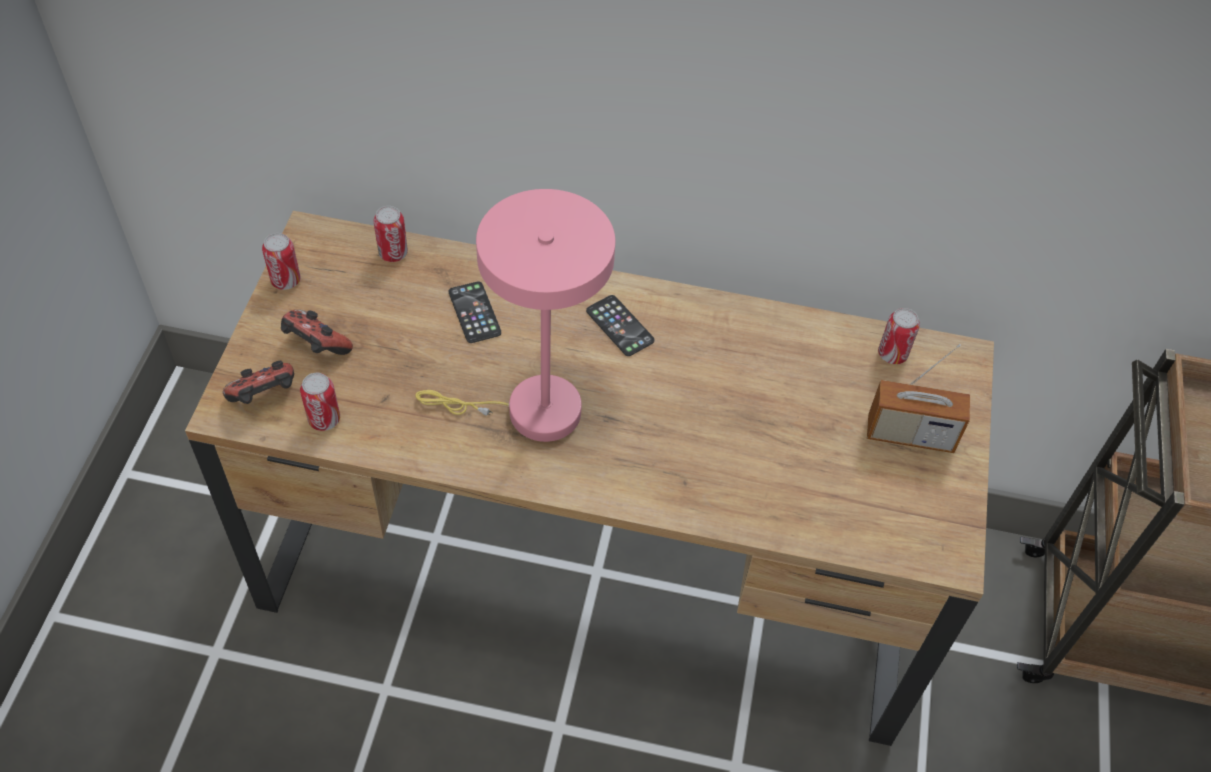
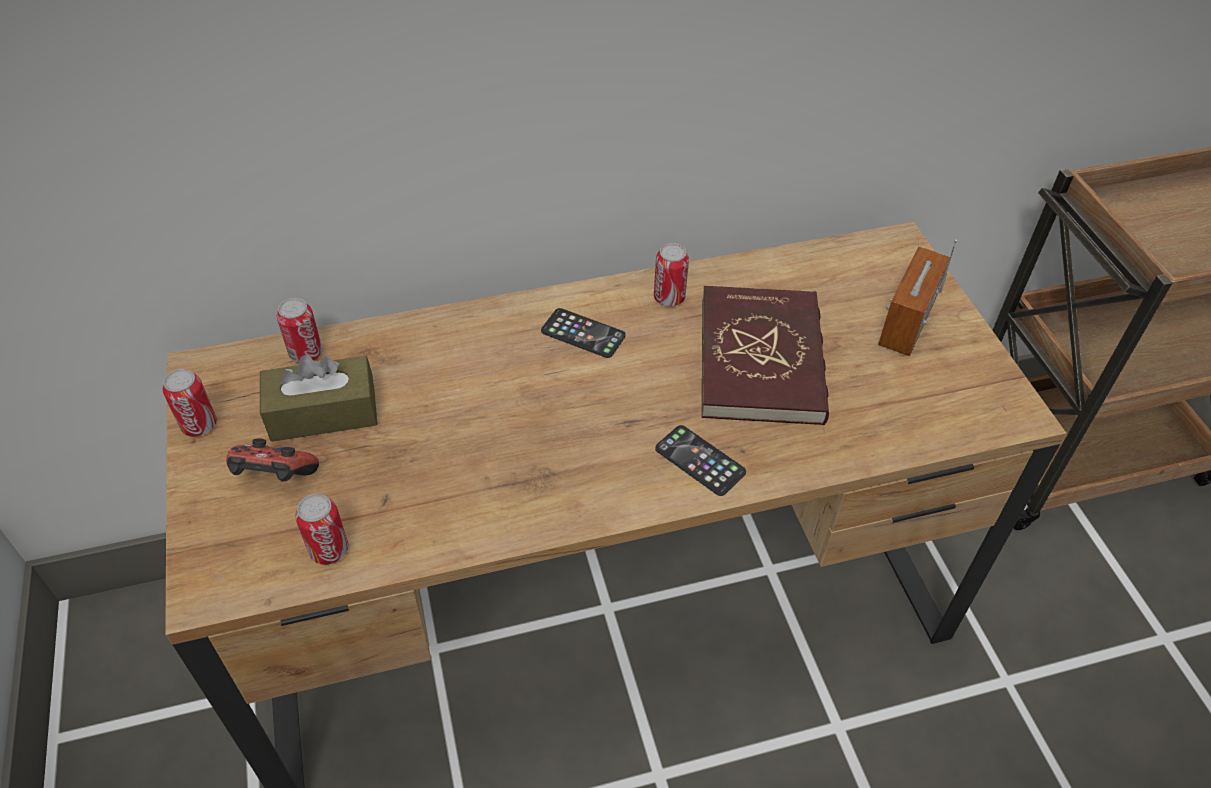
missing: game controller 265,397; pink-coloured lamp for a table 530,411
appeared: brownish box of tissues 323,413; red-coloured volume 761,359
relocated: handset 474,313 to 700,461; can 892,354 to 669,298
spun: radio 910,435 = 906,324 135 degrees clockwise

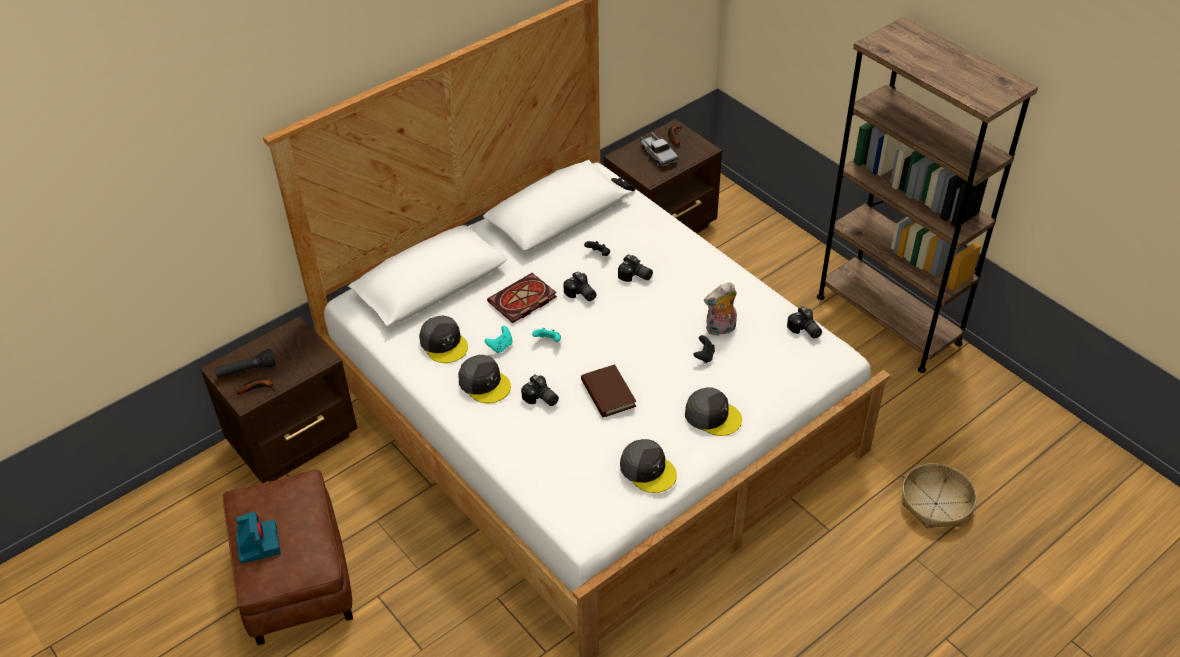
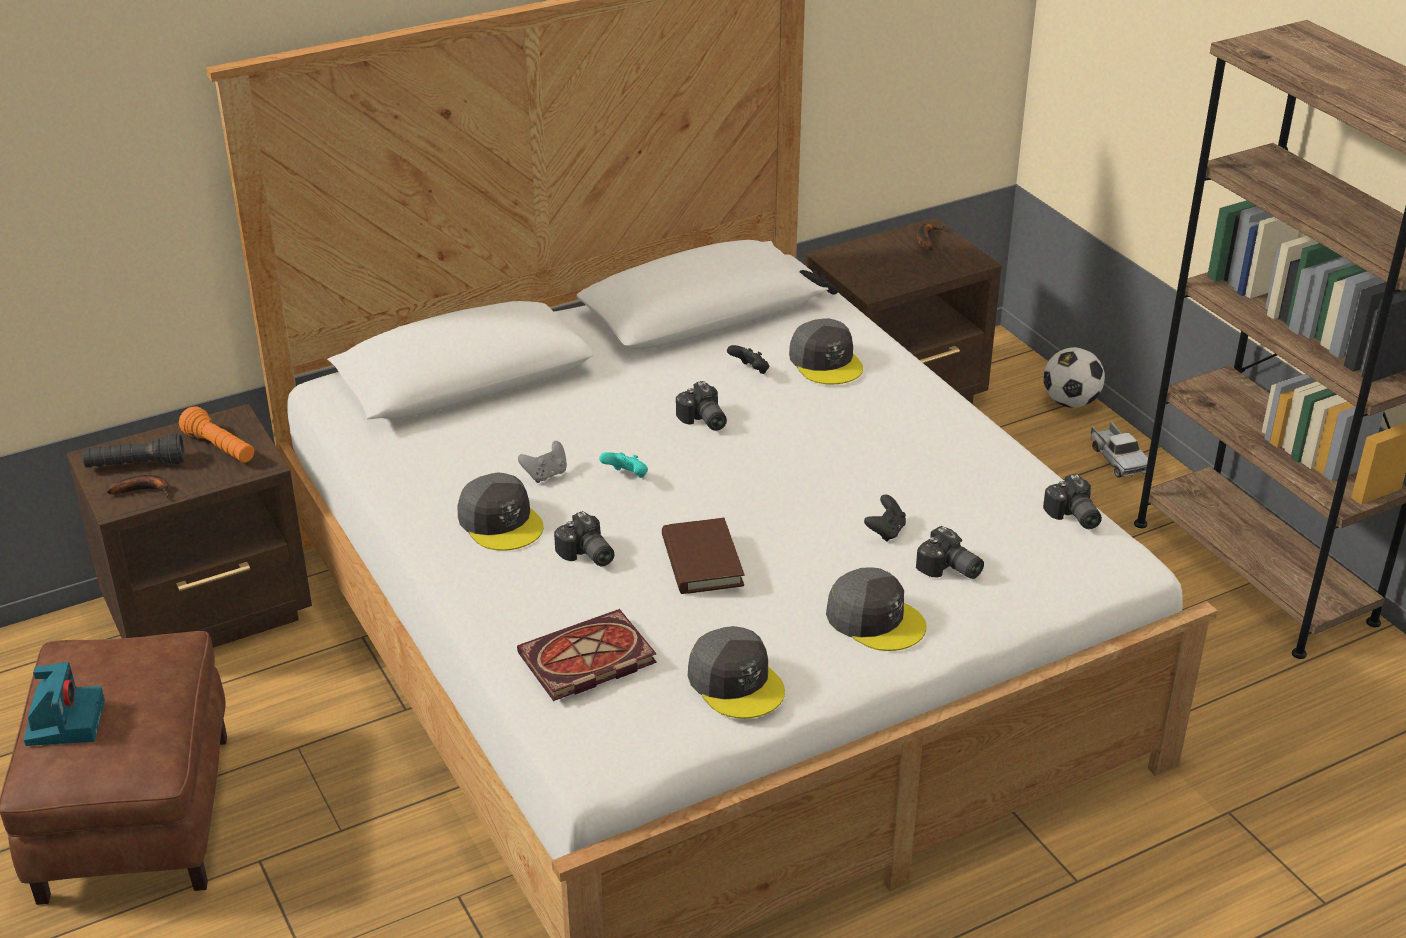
missing: soft toy 720,330; household basket 935,503
appeared: orange torch 220,448; football ball 1070,402
relocated: grey baseball cap 444,343 to 826,361; volume 522,301 to 585,661; still camera 635,276 to 949,570; toy lorry 657,155 to 1117,459
colour: blue-green game controller 500,346 to grey game controller 545,475

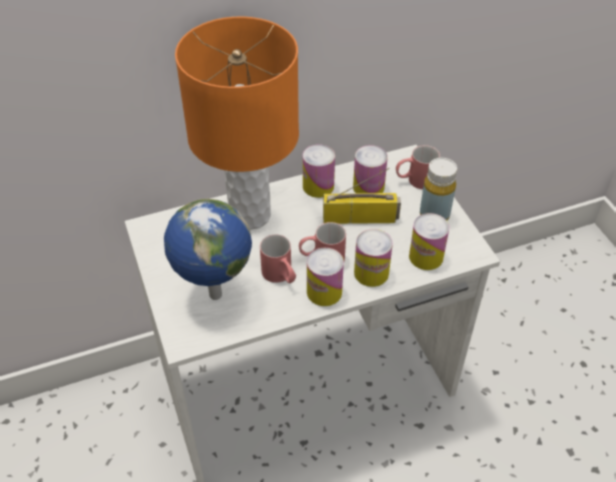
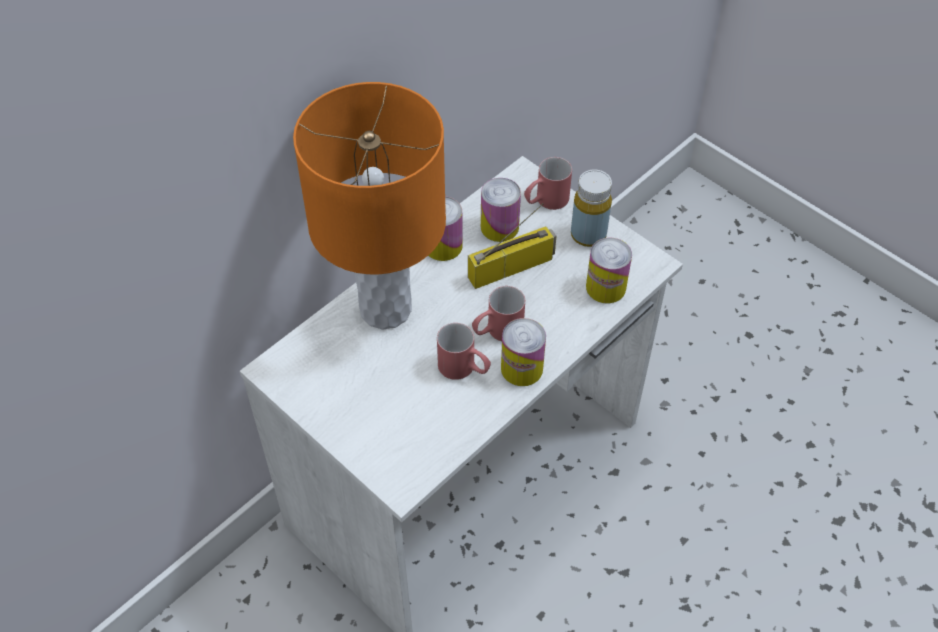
missing: globe 214,295; can 371,273

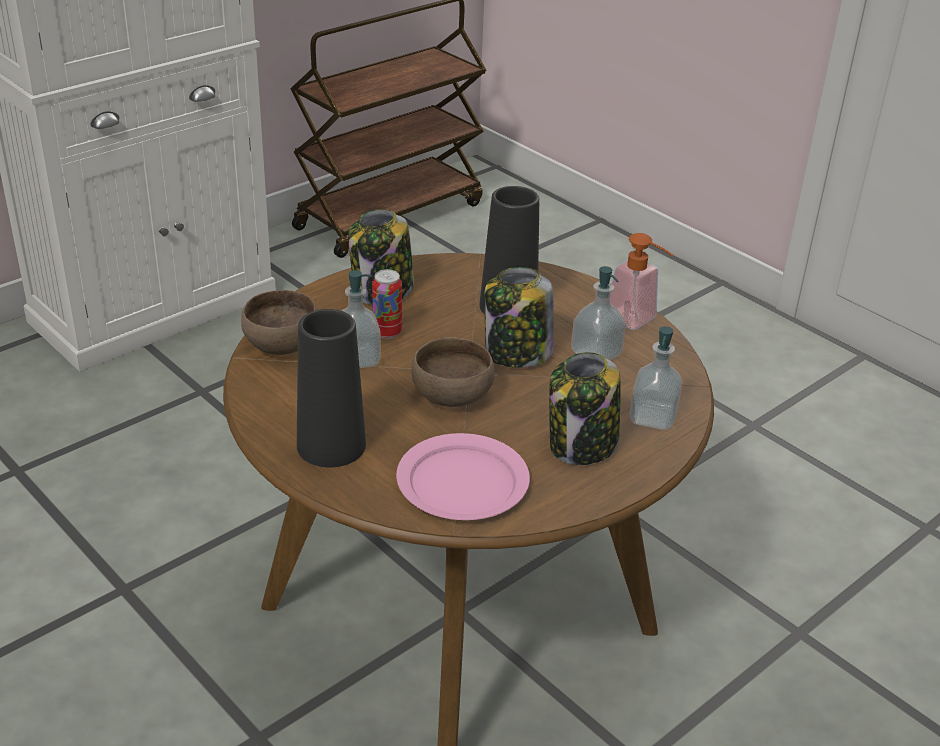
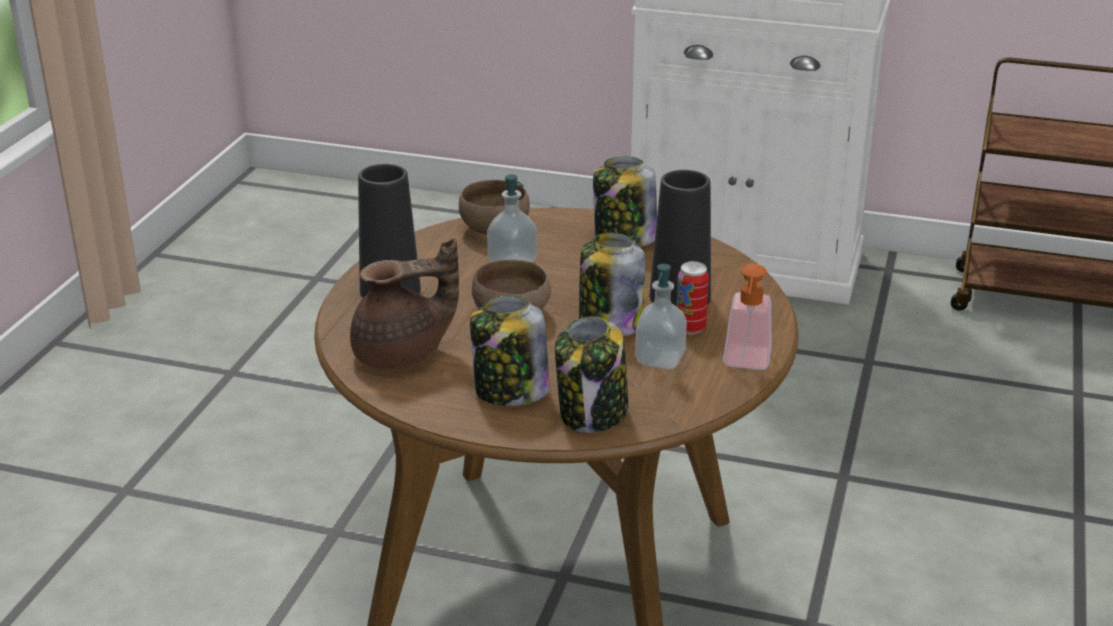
relocated: can 387,332 to 690,328
exchanged: pink-coloured flat dish 463,482 to brownish pot for tea 402,355; liquid soap bottle 652,418 to jar 593,414

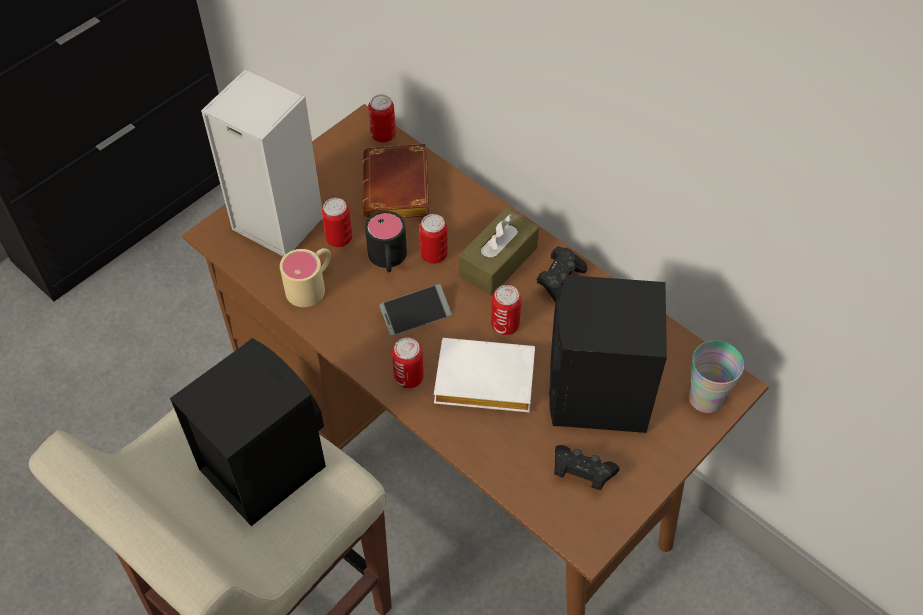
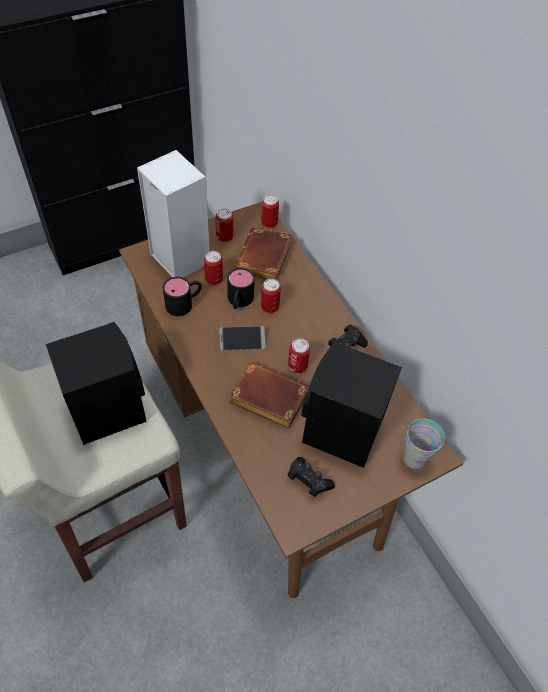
missing: brownish box of tissues 498,261
relocated: can 409,377 to 224,237
colour: sand-coloured mug 312,285 to black-coloured mug 184,303; white volume 481,382 to brownish volume 266,399

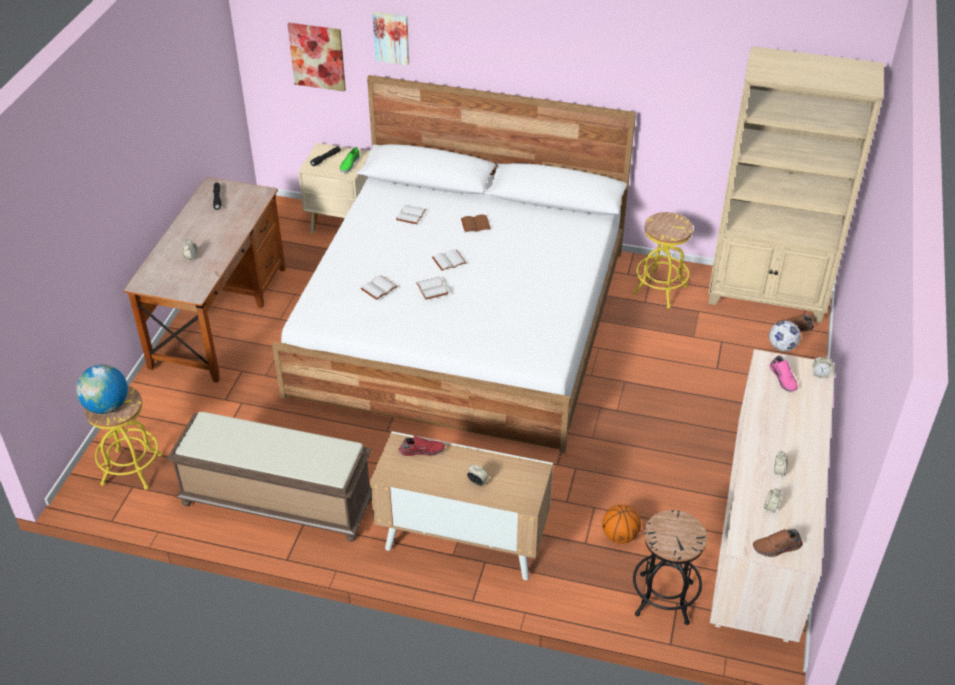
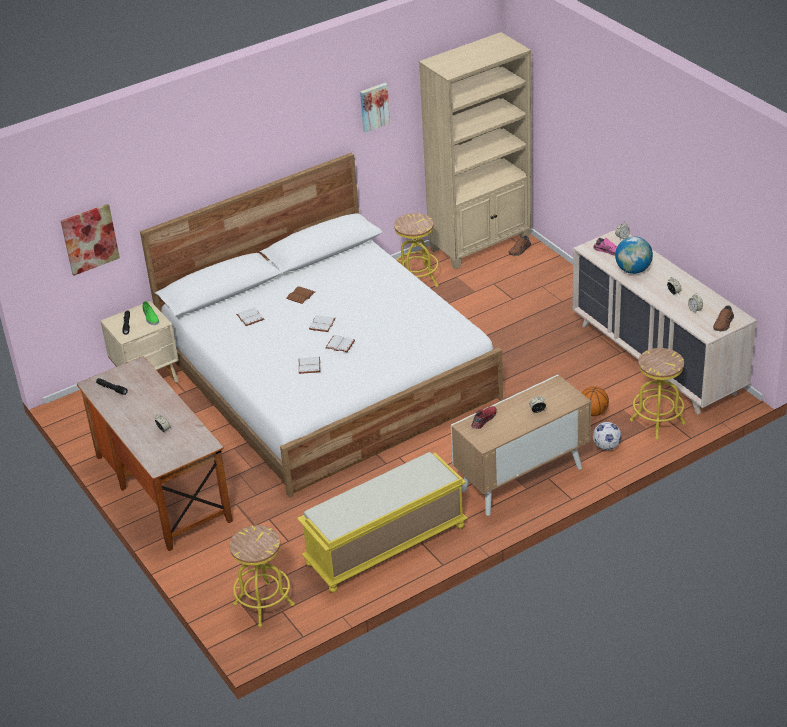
relocated: globe 107,406 to 633,270; wall art 391,37 to 374,106; football ball 782,347 to 606,446
colour: brownish bench 276,502 to yellow-coloured bench 385,546; black-coloured stool seat 664,598 to yellow-coloured stool seat 657,422

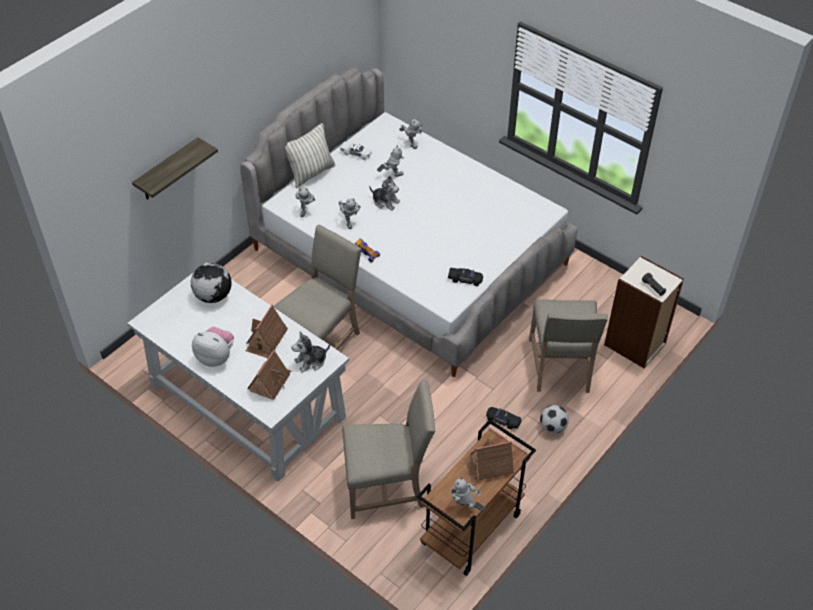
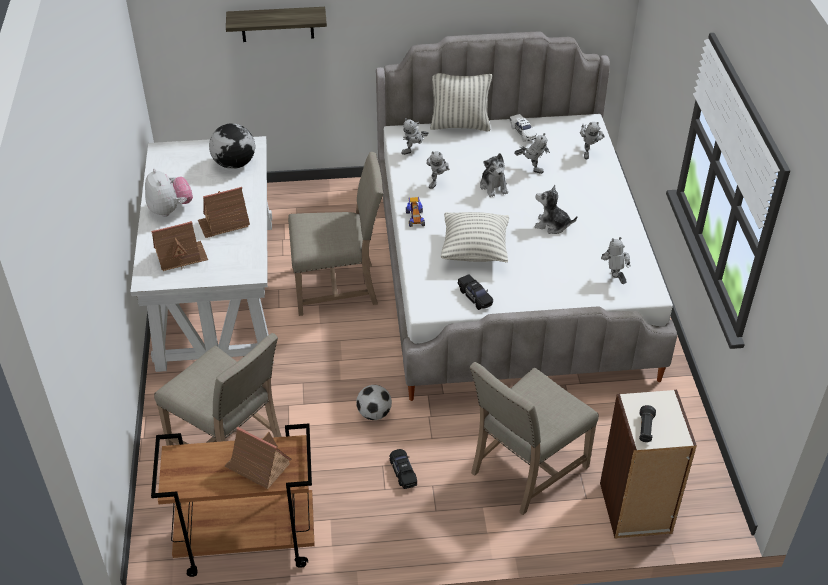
appeared: pillow 474,251
relocated: soft toy 311,361 to 552,225; model robot 465,508 to 614,280; football ball 552,427 to 374,413

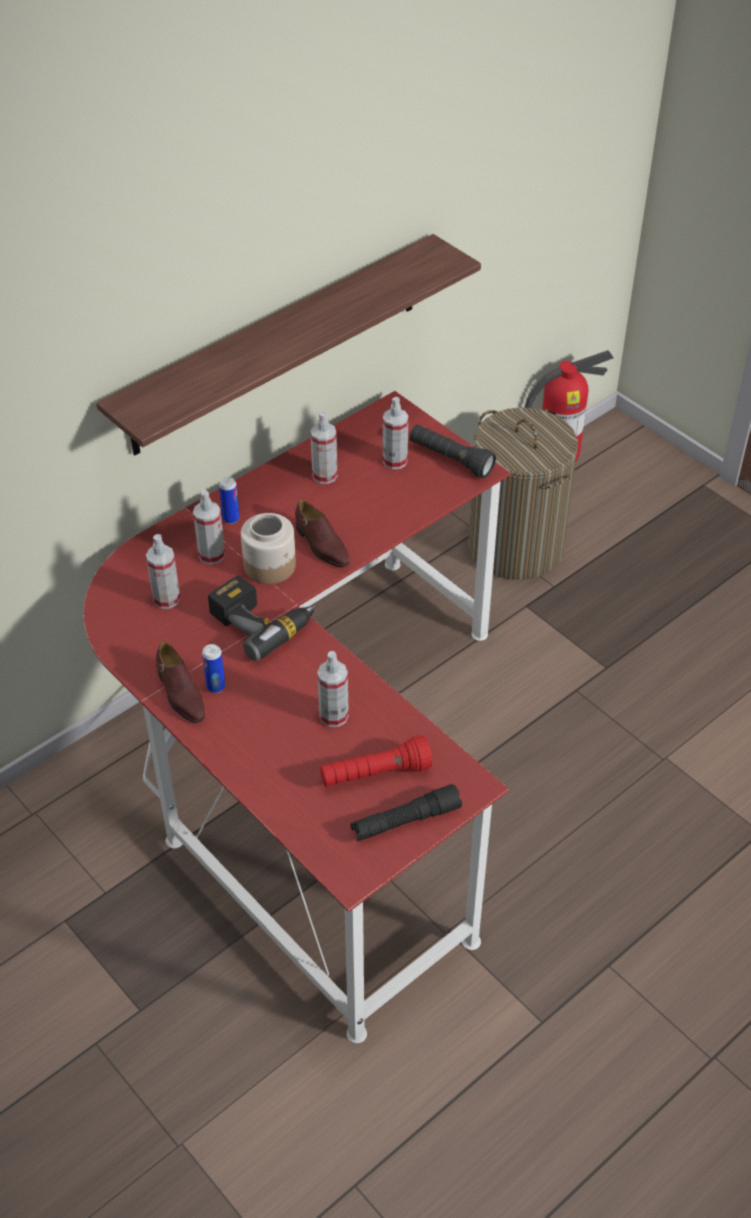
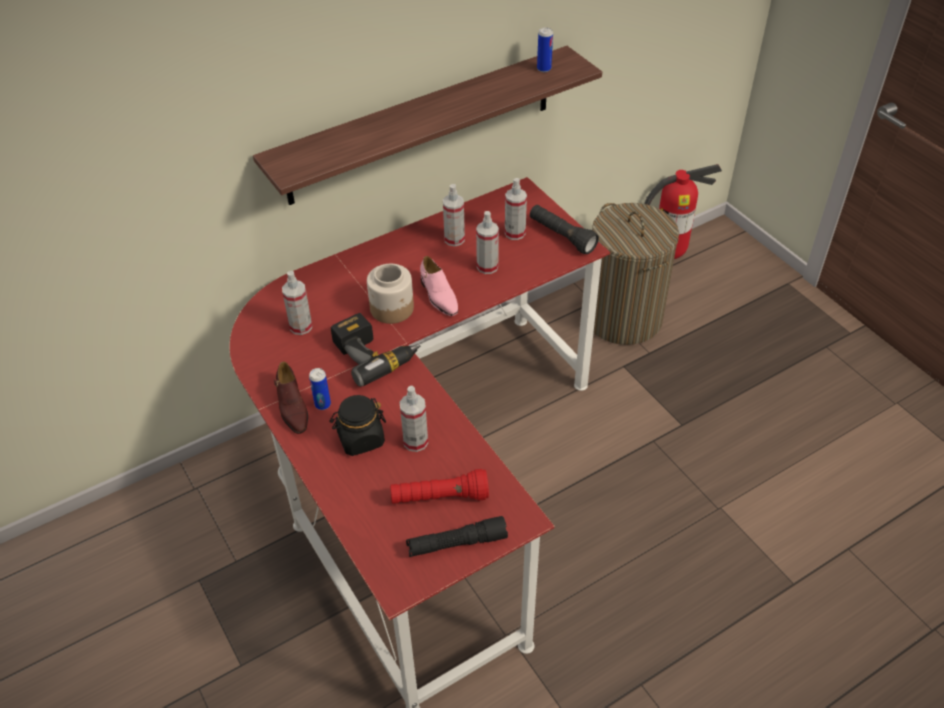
appeared: black-coloured jar 360,439
relocated: spray bottle 211,555 to 487,267; can 231,519 to 544,69
colour: brownish low shoe 321,545 to pink-coloured low shoe 438,296

